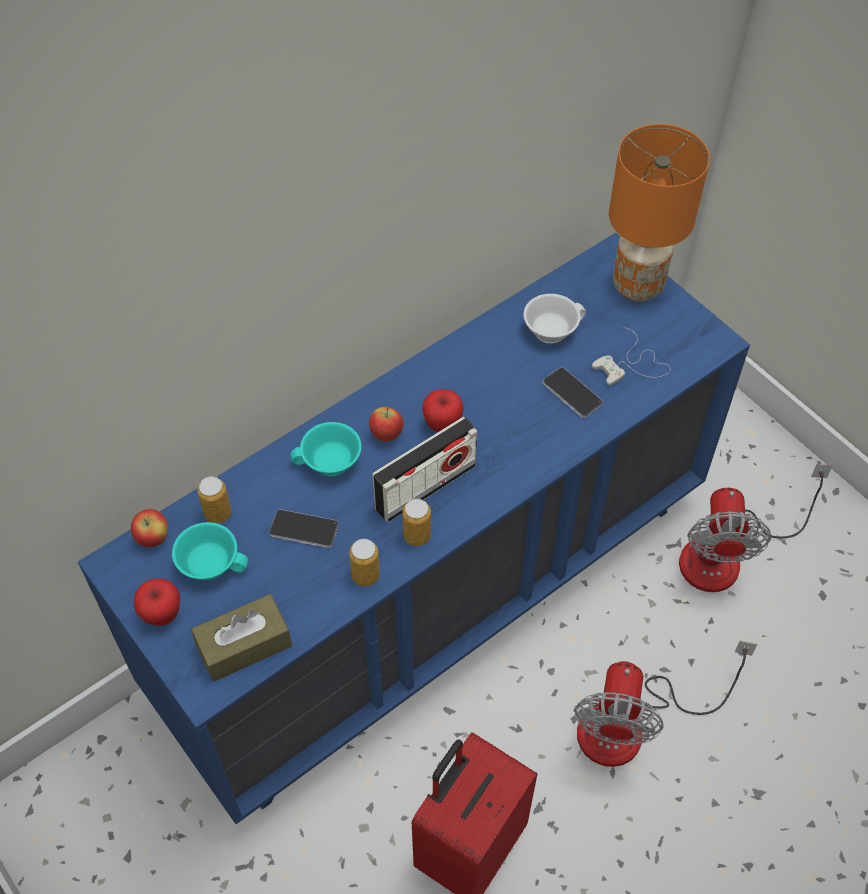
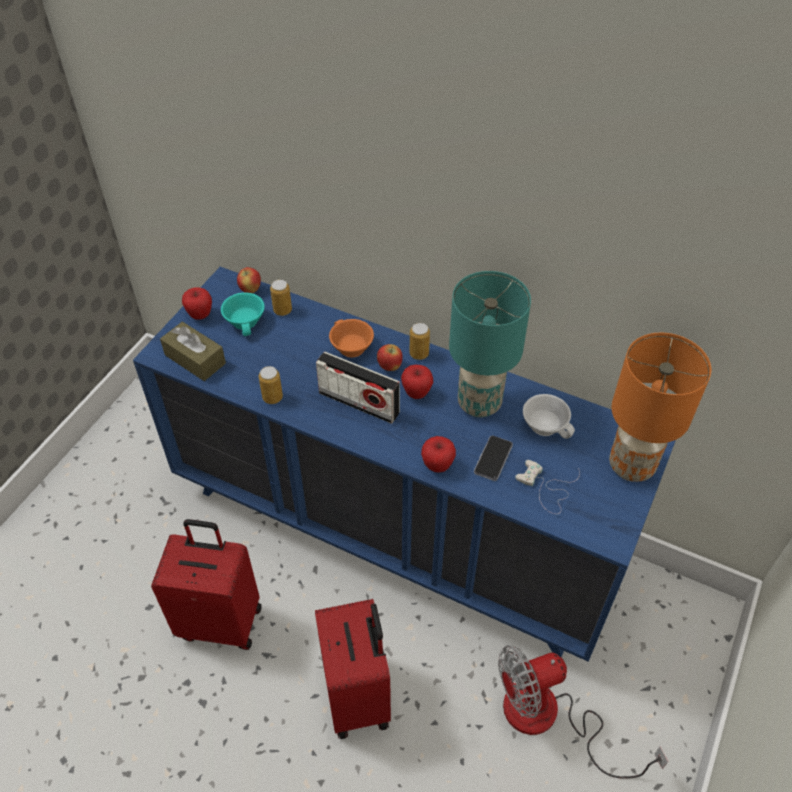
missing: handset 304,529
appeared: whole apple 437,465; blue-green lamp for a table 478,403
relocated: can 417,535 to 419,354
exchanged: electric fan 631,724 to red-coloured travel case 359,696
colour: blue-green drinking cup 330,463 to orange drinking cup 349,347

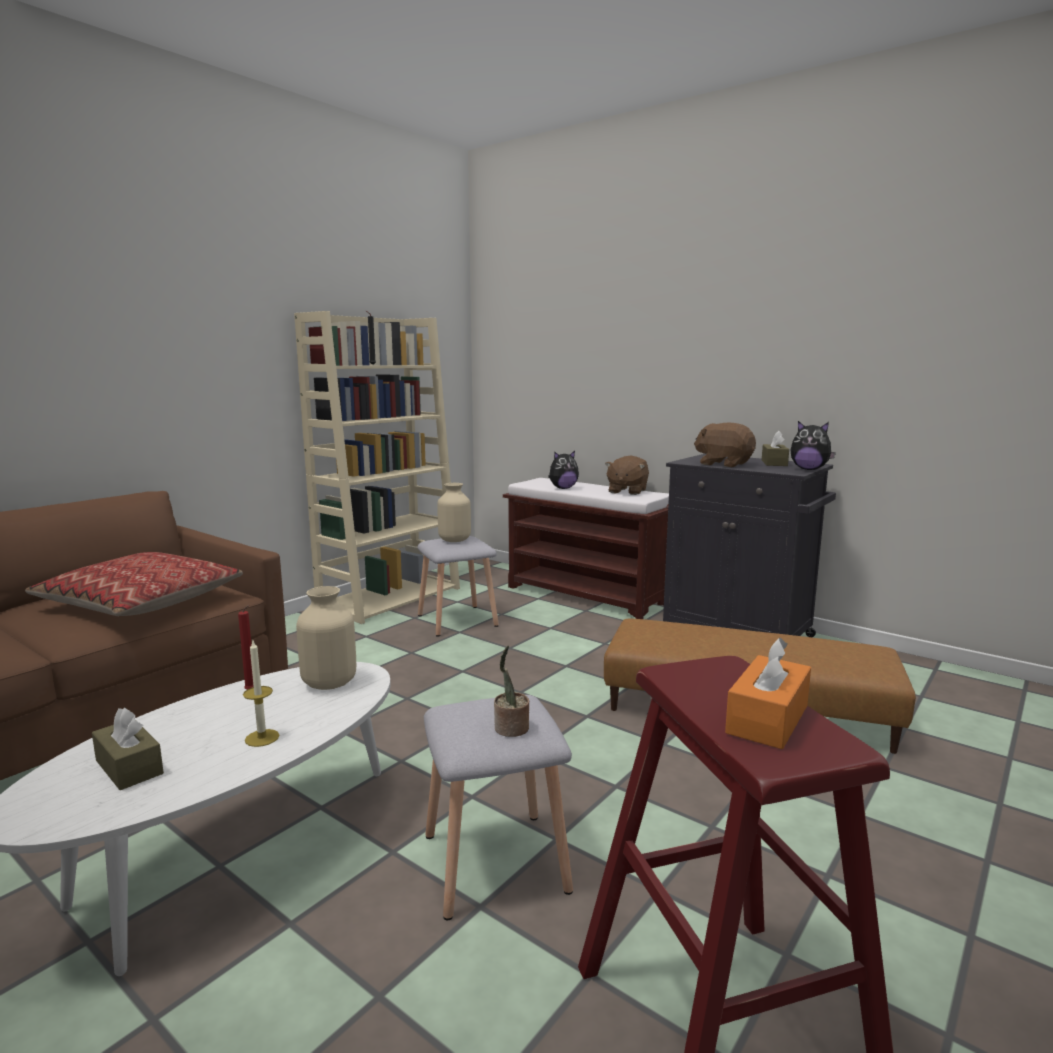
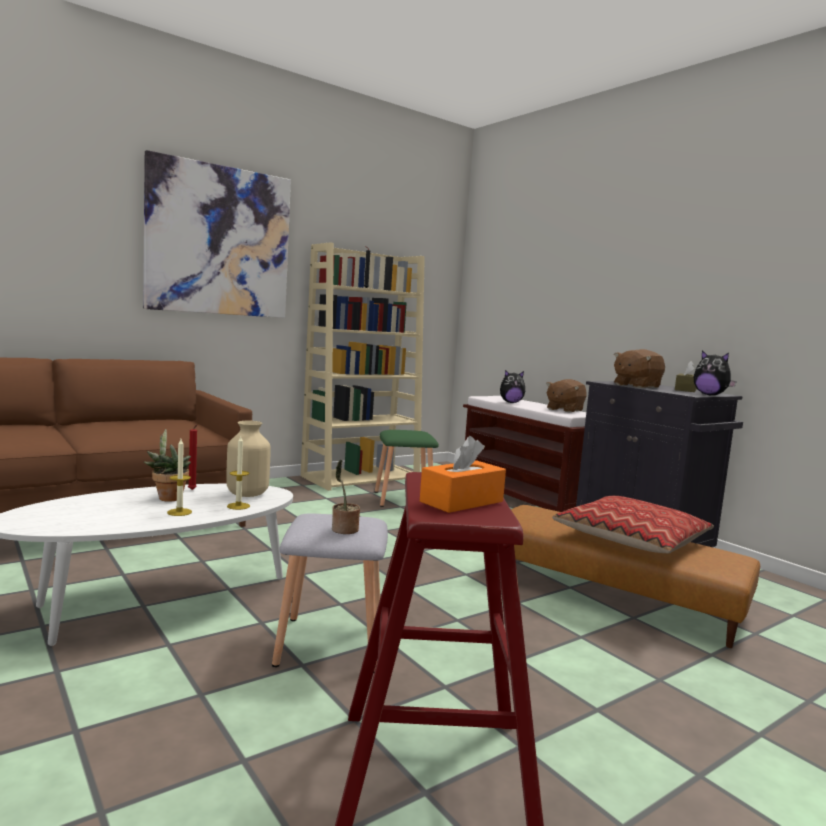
missing: brownish box of tissues 129,767; sand-coloured flower vase 454,540
appeared: wall art 219,241; potted plant 168,497; wax candle 238,506
relocated: pillow 141,601 to 631,539
colour: grey stool seat 458,620 to green stool seat 404,499
spun: brownish soft toy 724,464 = 636,386 90 degrees counterclockwise

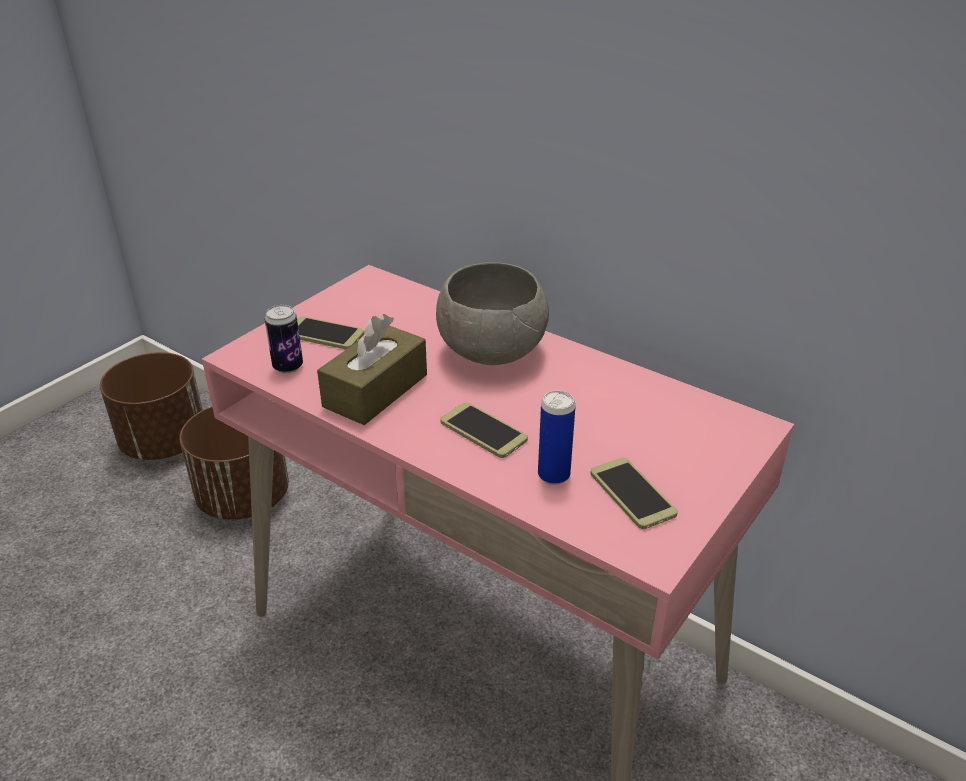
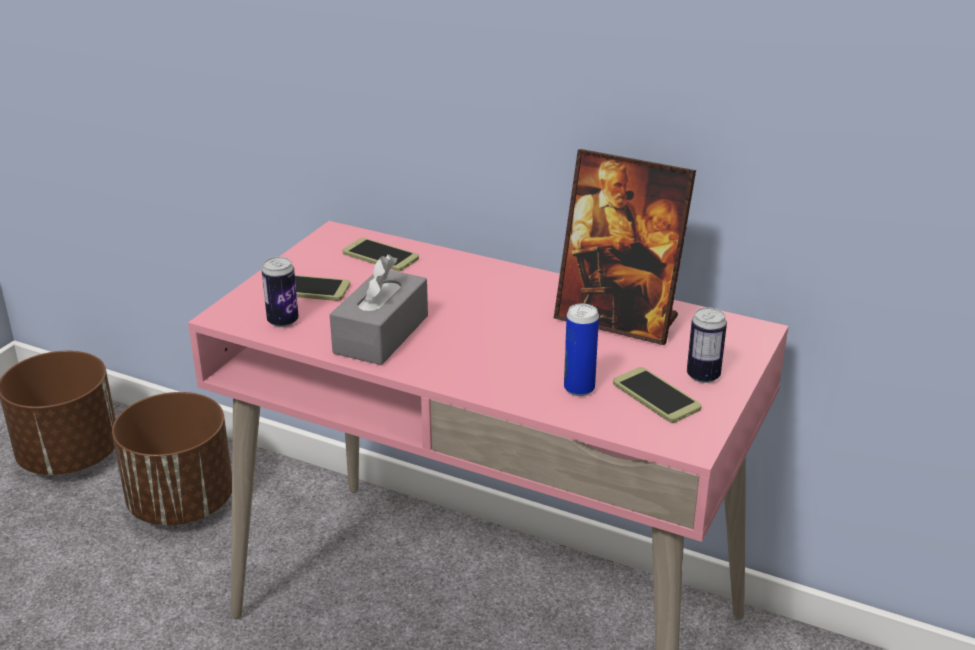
missing: grey serving bowl 493,352
appeared: picture frame 618,320; can 703,376
relocated: handset 483,431 to 380,256
colour: brownish box of tissues 375,390 to grey box of tissues 381,334

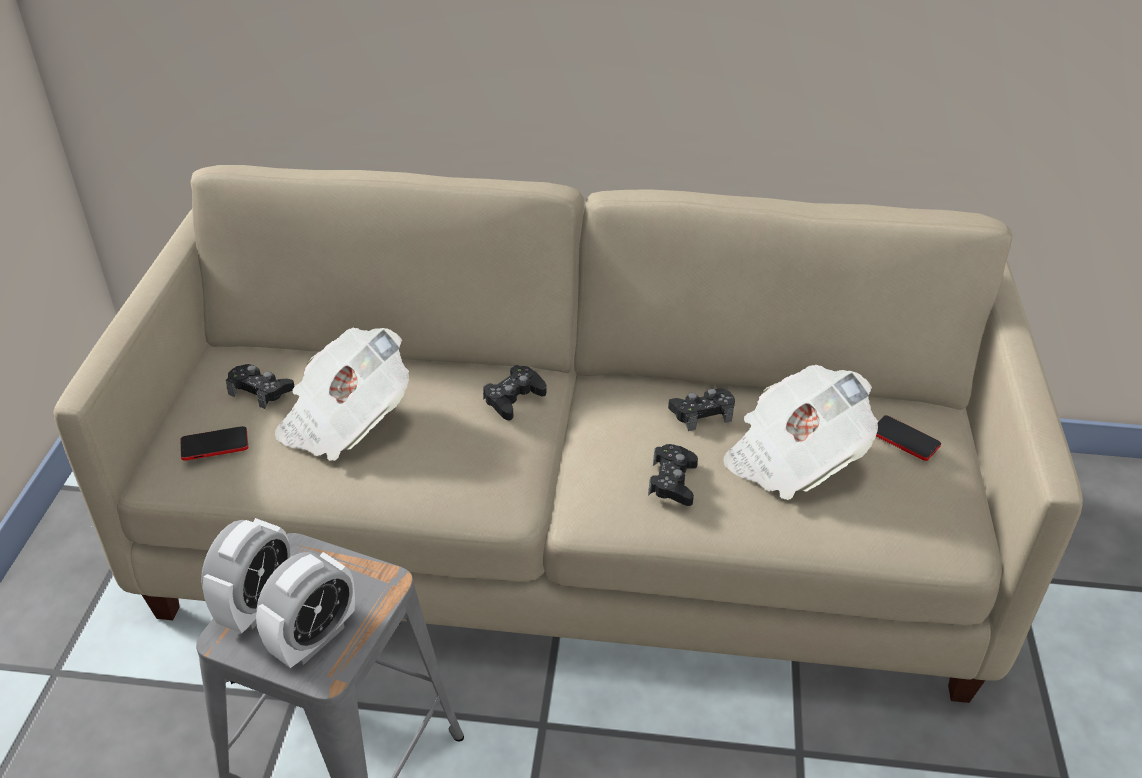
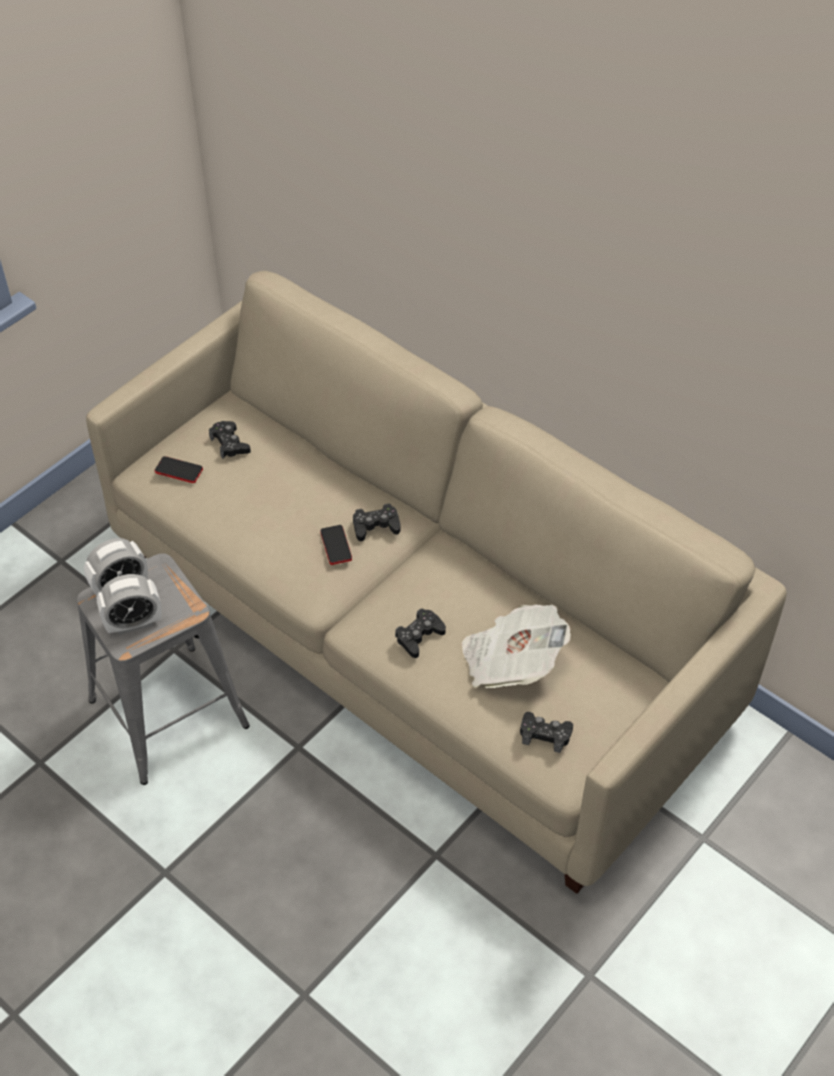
missing: daily paper 344,420
relocated: black-coloured game controller 702,413 to 545,734; handset 905,439 to 336,545

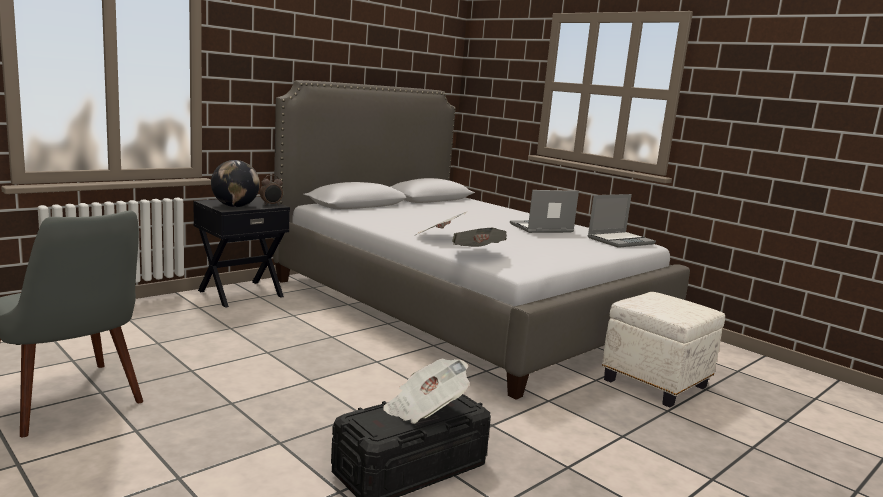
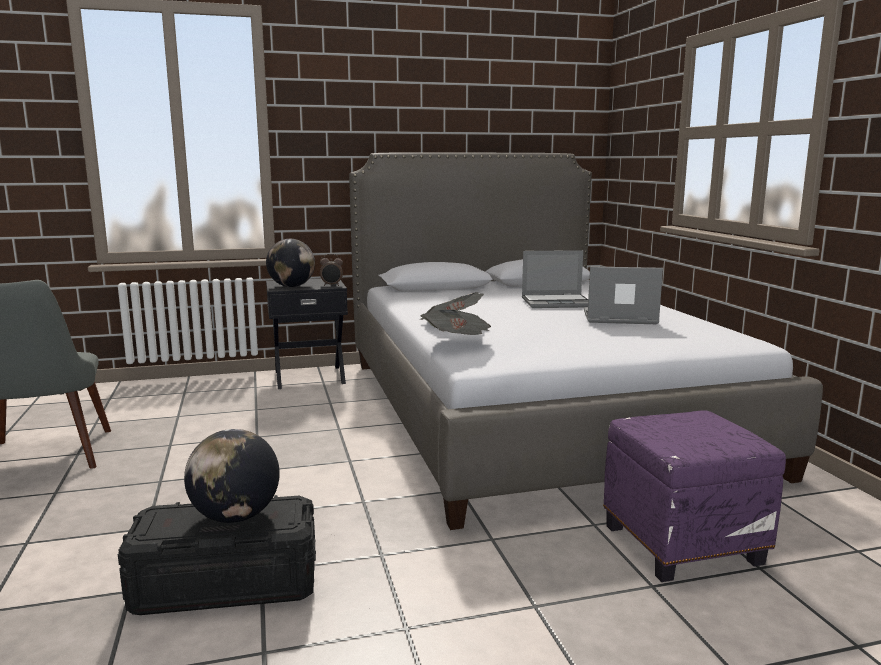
relocated: notebook computer 620,241 to 557,303
exchanged: daily paper 424,409 to globe 236,517
colour: white pouffe 655,382 to purple-coloured pouffe 683,543

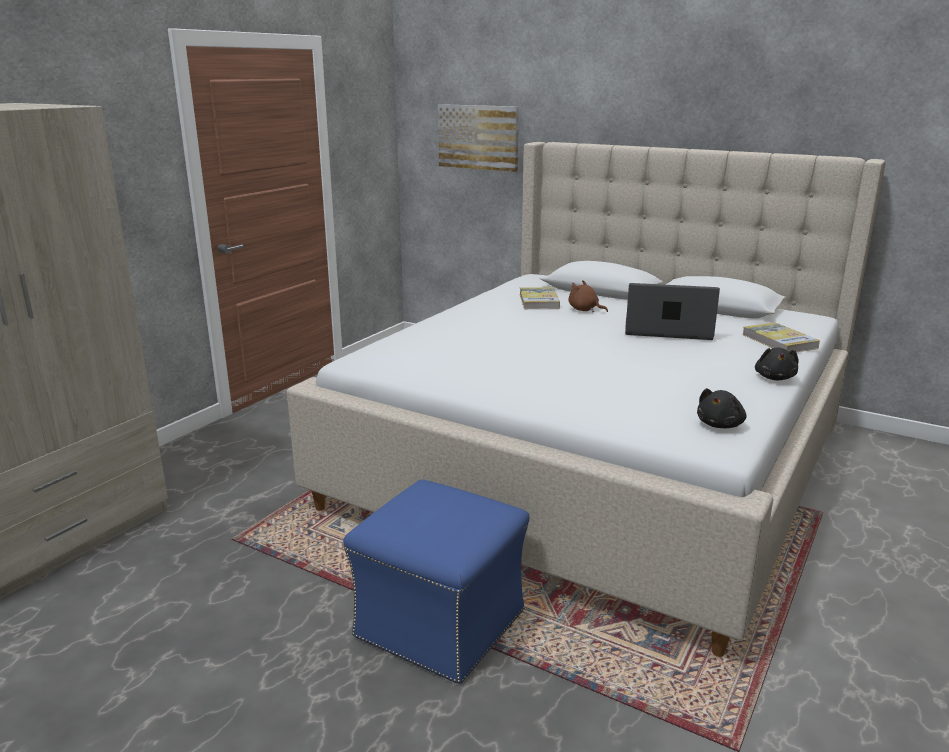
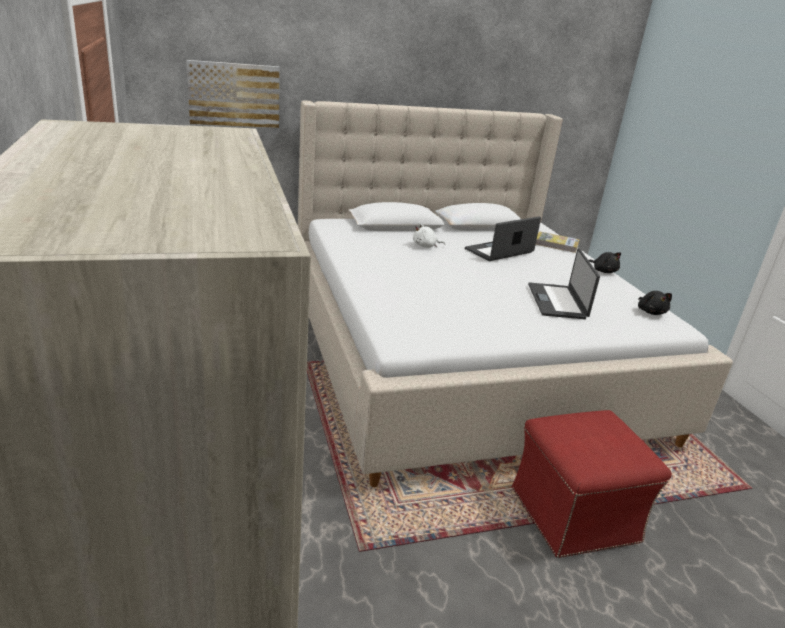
missing: volume 538,301
appeared: notebook computer 558,301
colour: blue pouffe 442,624 to red-coloured pouffe 575,514; brownish soft toy 584,310 to white soft toy 426,246

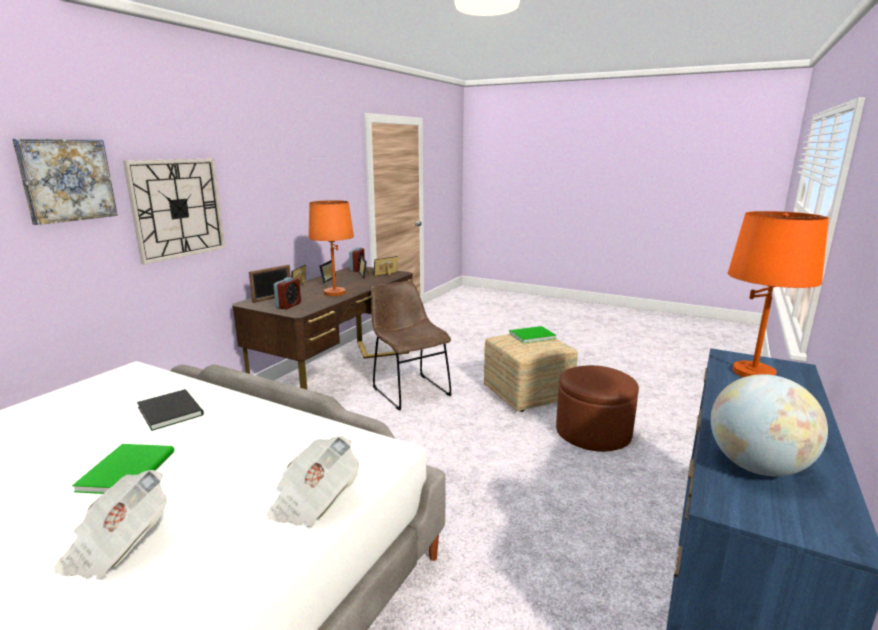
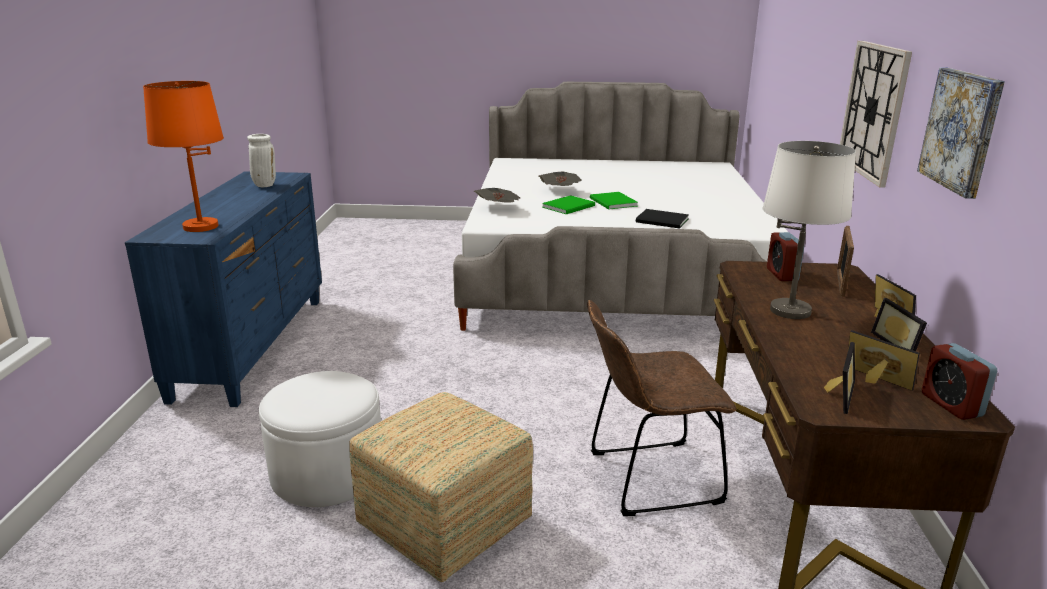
relocated: wall art 67,180 to 961,130; green volume 531,335 to 570,206
exchanged: globe 756,467 to white flower vase 264,185
colour: orange lamp for a table 334,293 to white lamp for a table 790,310; brownish pouffe 593,432 to white pouffe 328,472
spun: brownish chair 409,390 = 647,478 135 degrees clockwise

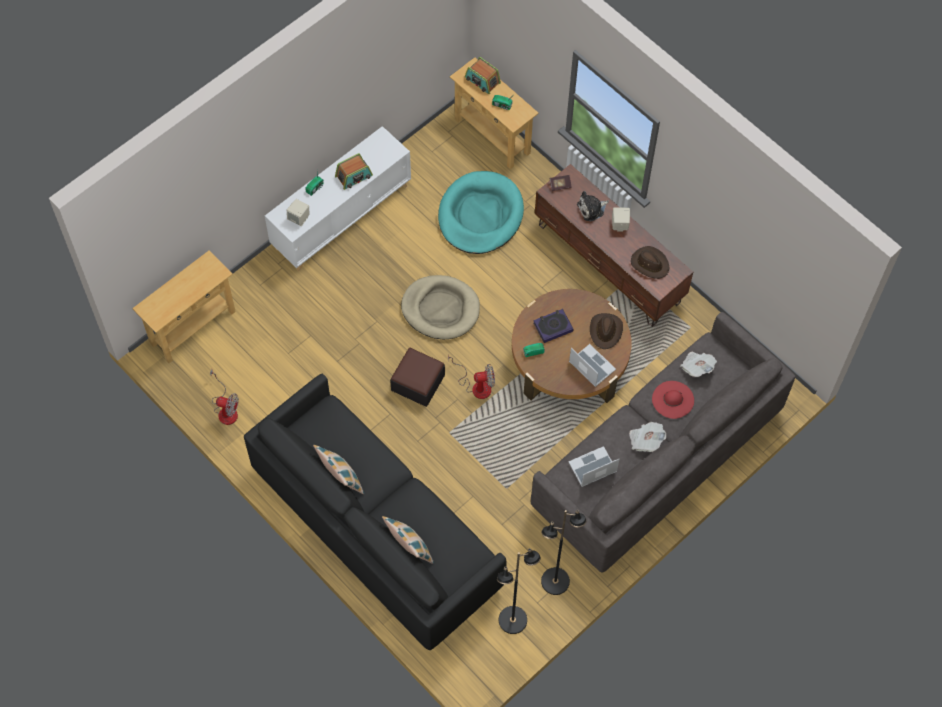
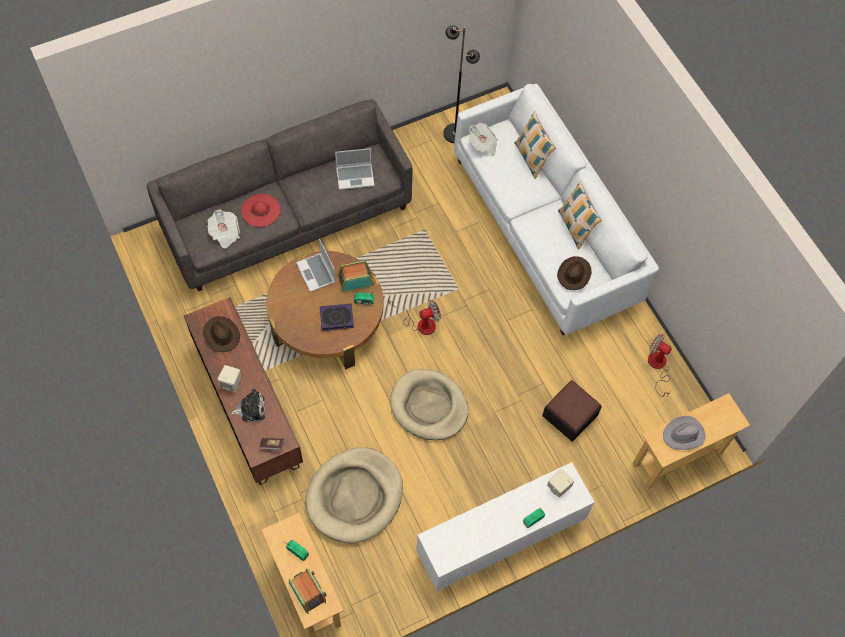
missing: black-coloured standard lamp 555,582
appeared: grey hat 683,435
relocated: radio 354,176 to 355,280; pouffe 418,382 to 570,415; brownish hat 606,331 to 574,274; daily paper 645,440 to 483,144
colour: black-coloured couch 376,527 to white couch 545,229; blue-green dog cushion 480,215 to sand-coloured dog cushion 355,496
spun: electric fan 476,385 = 420,323 150 degrees clockwise

